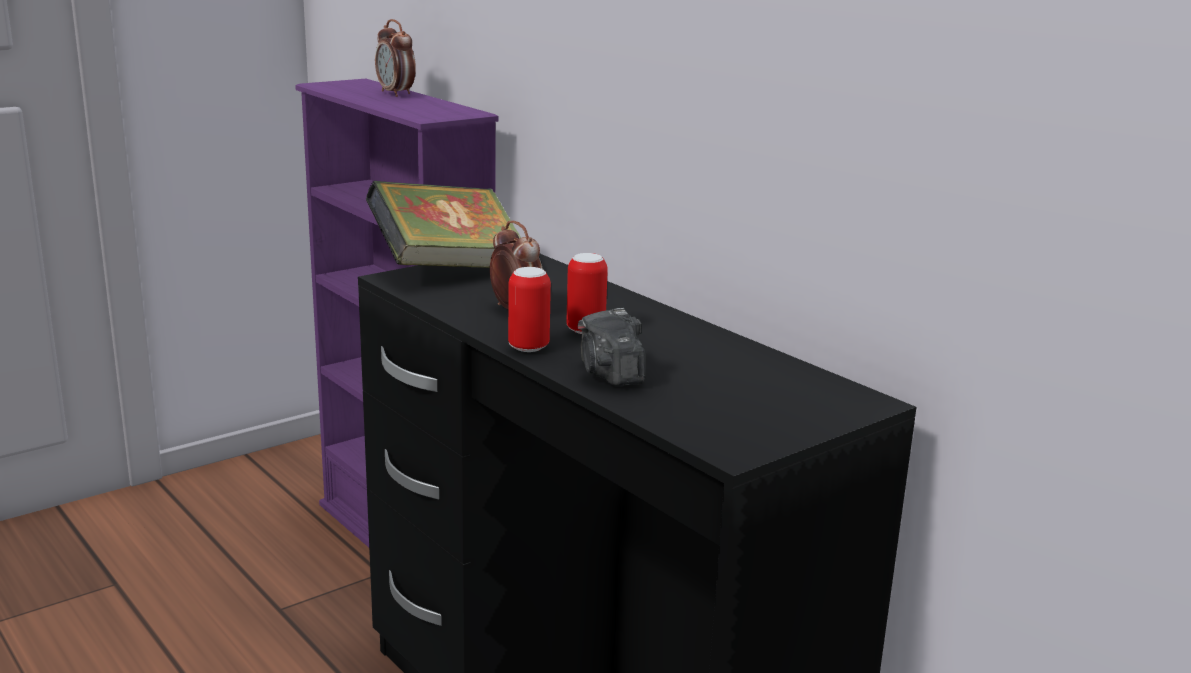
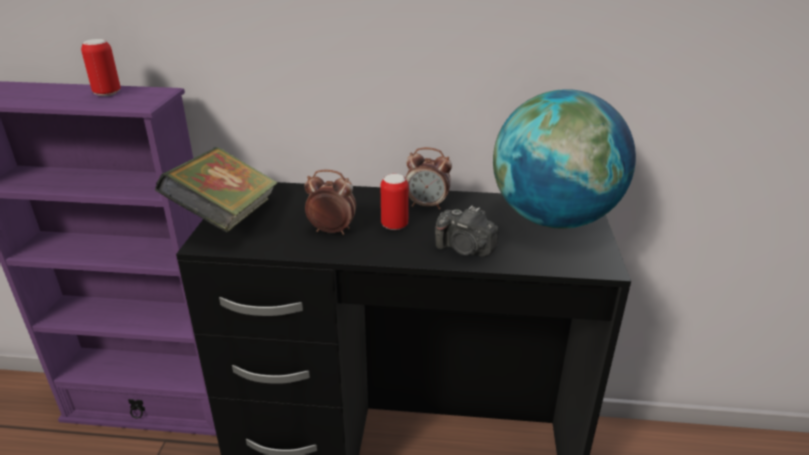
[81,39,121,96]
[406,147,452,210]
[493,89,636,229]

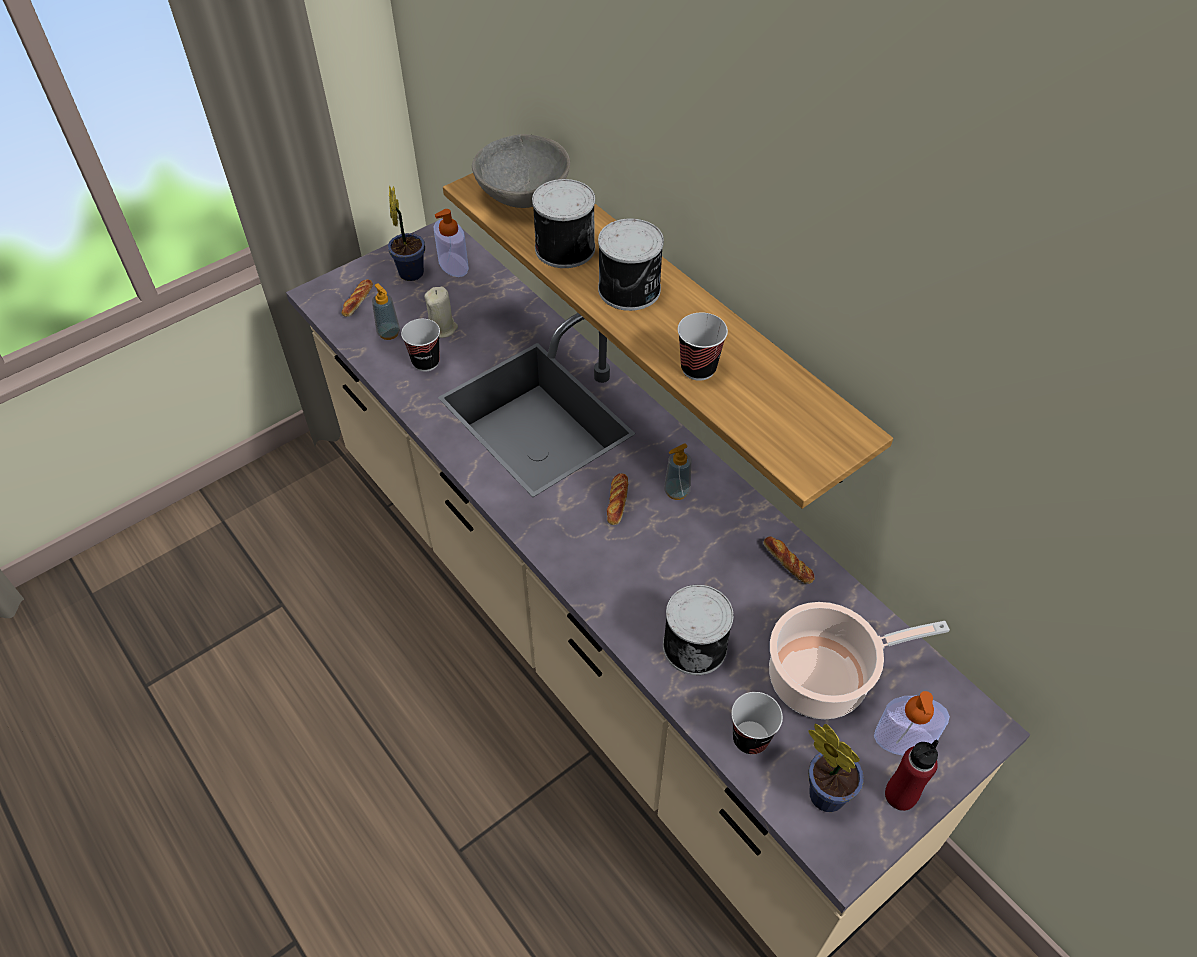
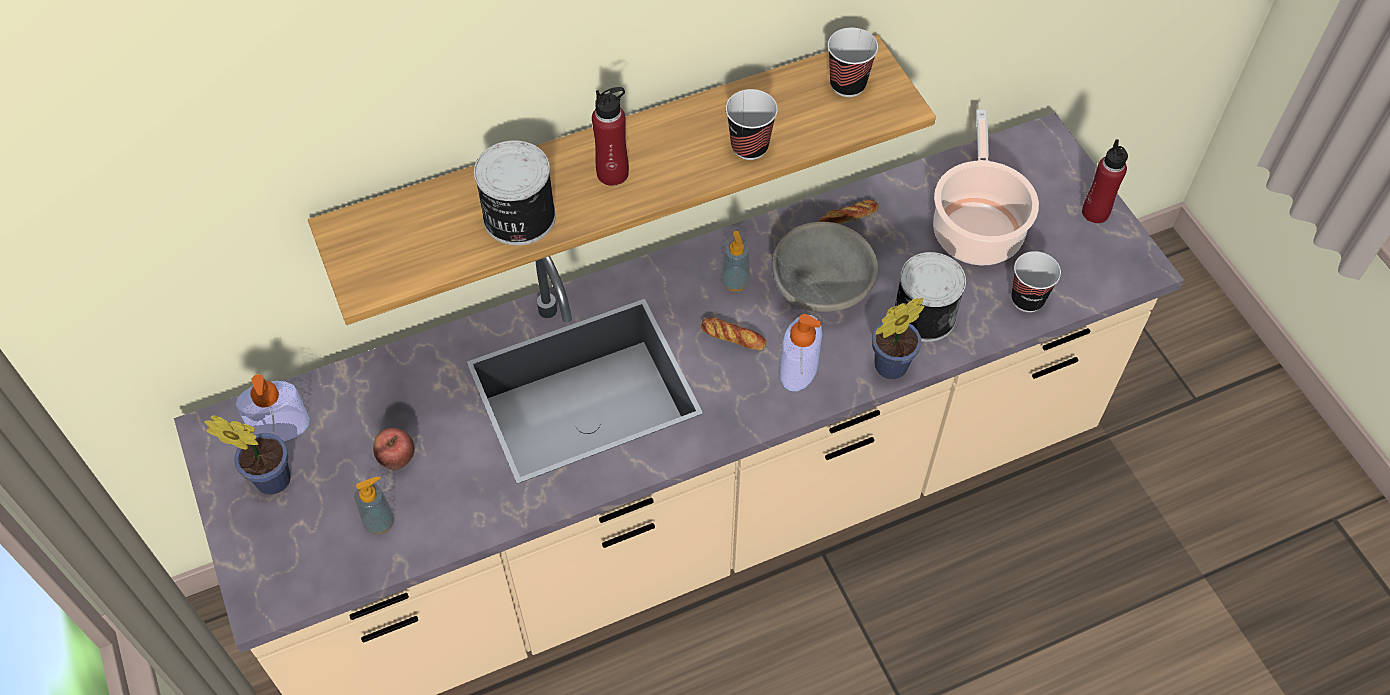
[373,428,415,470]
[592,87,629,186]
[772,222,878,312]
[780,314,822,391]
[828,28,878,97]
[872,298,925,379]
[342,279,373,317] (first image)

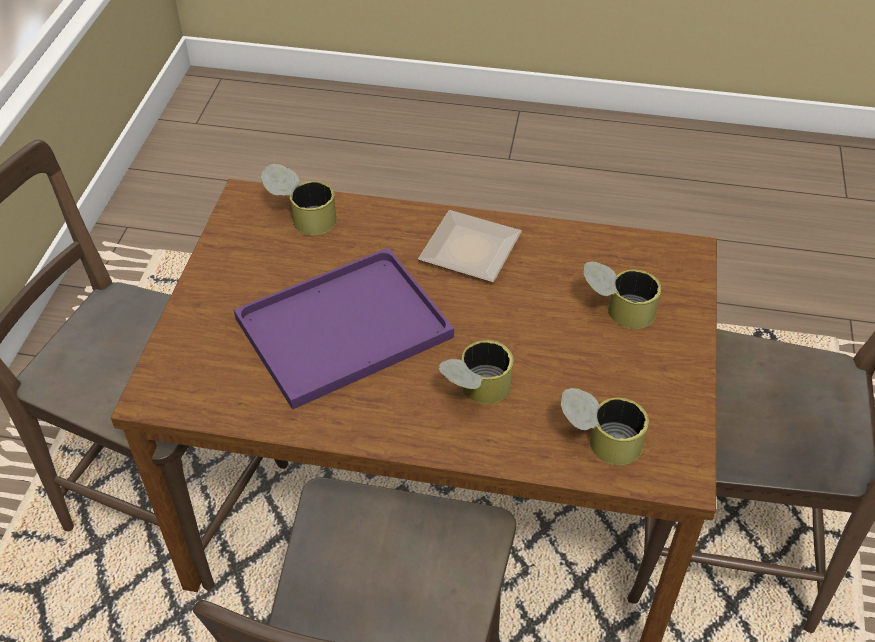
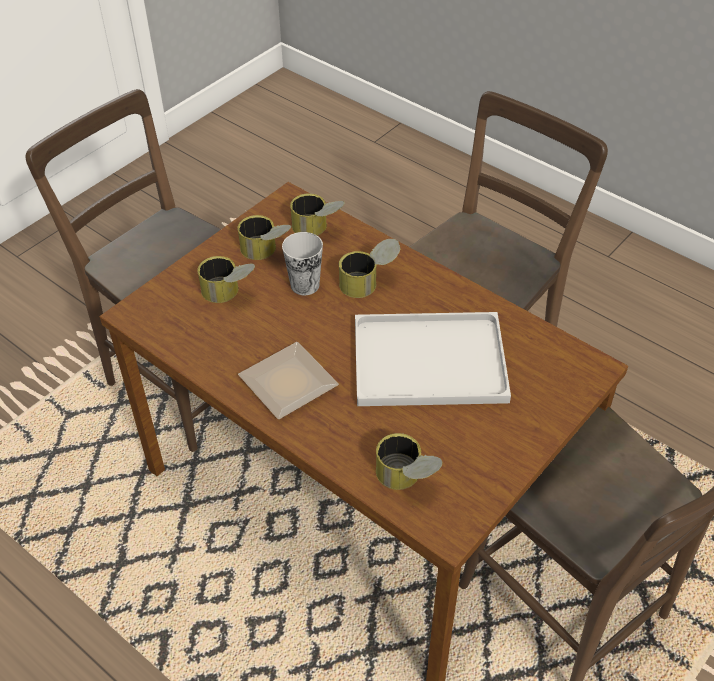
[237,215,291,260]
[282,232,323,295]
[355,312,511,406]

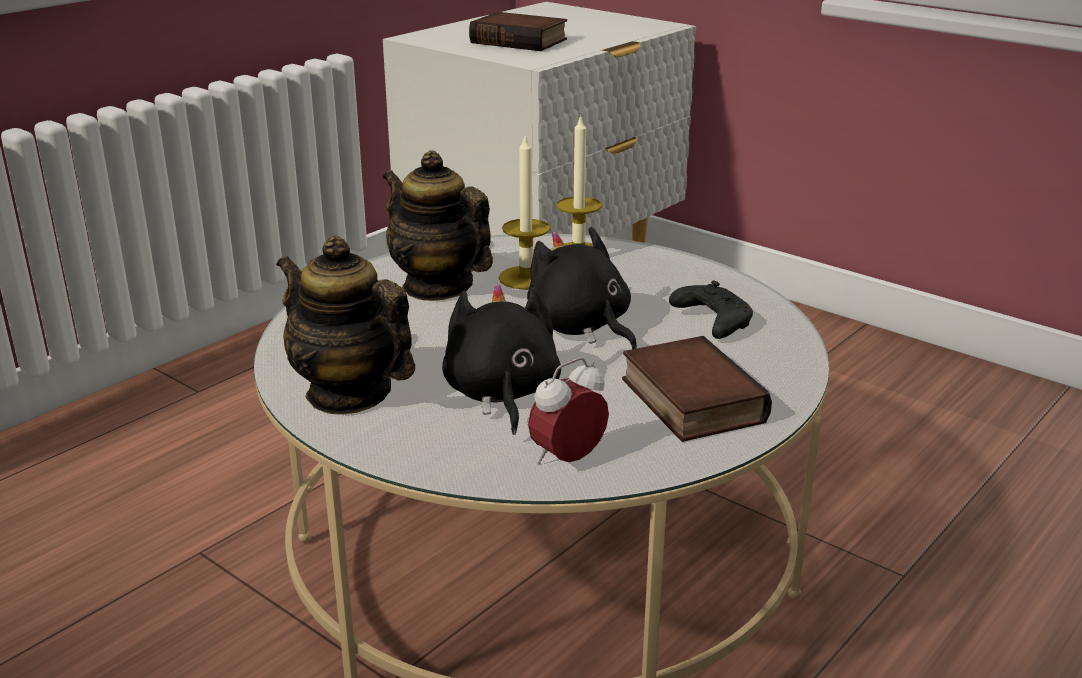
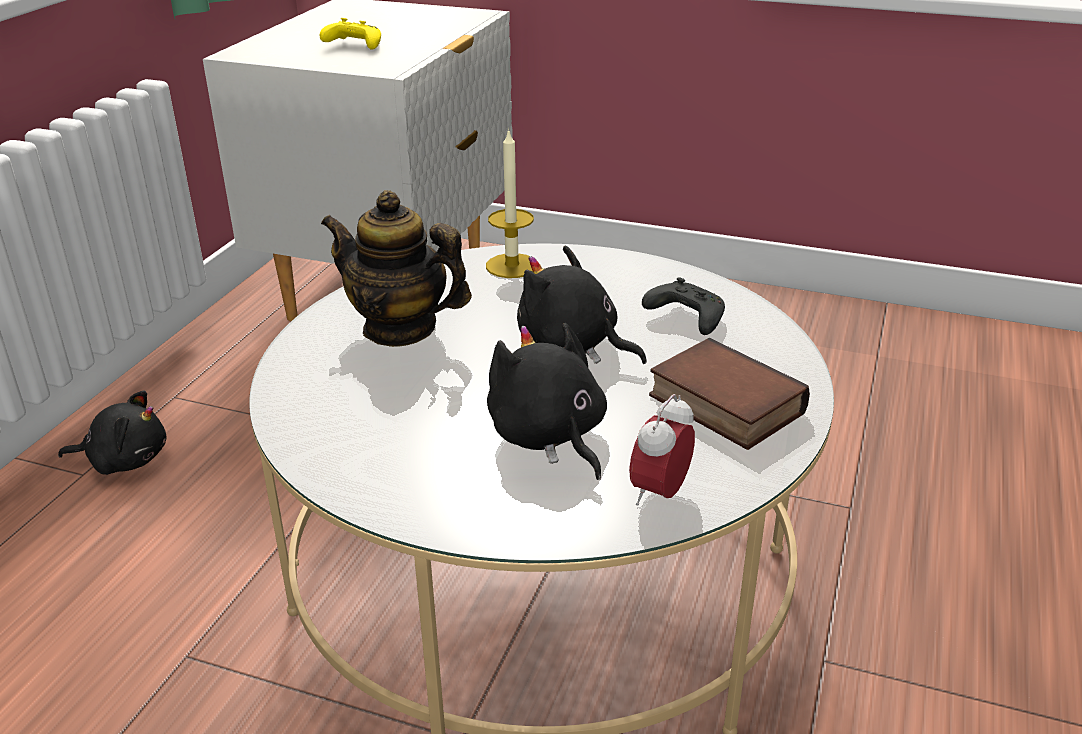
[58,390,166,475]
[320,18,381,49]
[276,235,415,414] (first image)
[499,133,550,290] (first image)

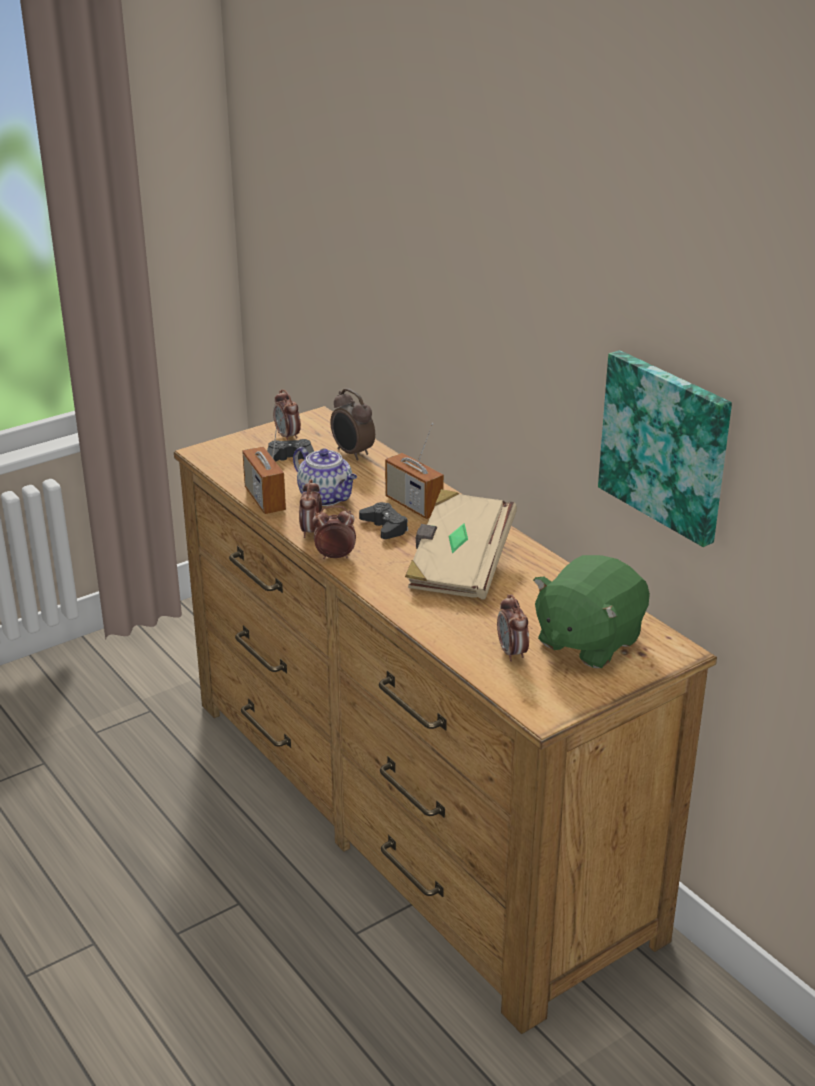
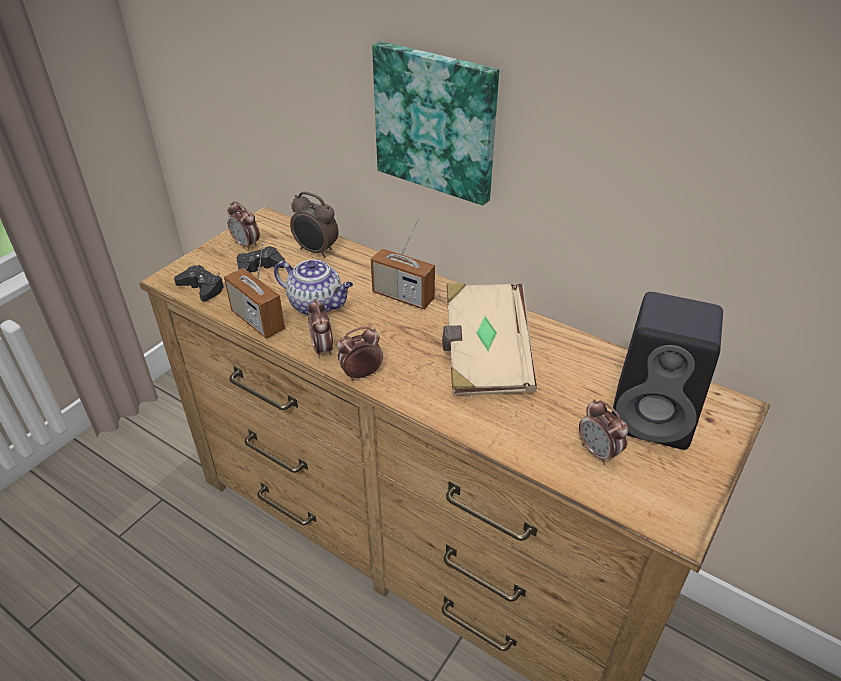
[174,265,225,301]
[372,41,499,206]
[612,292,723,450]

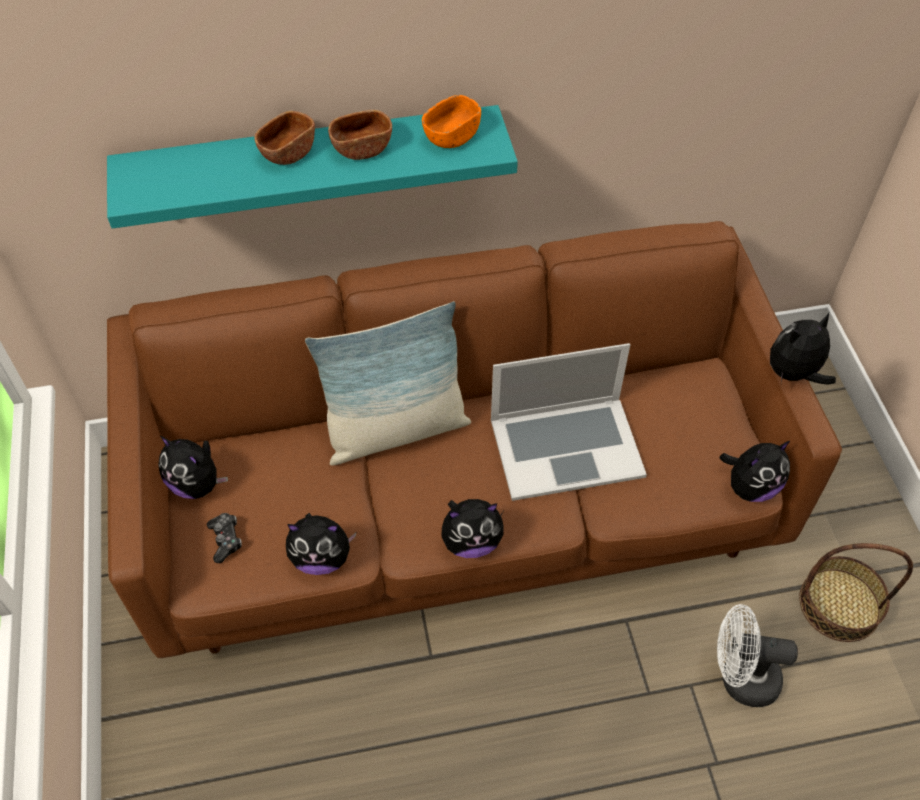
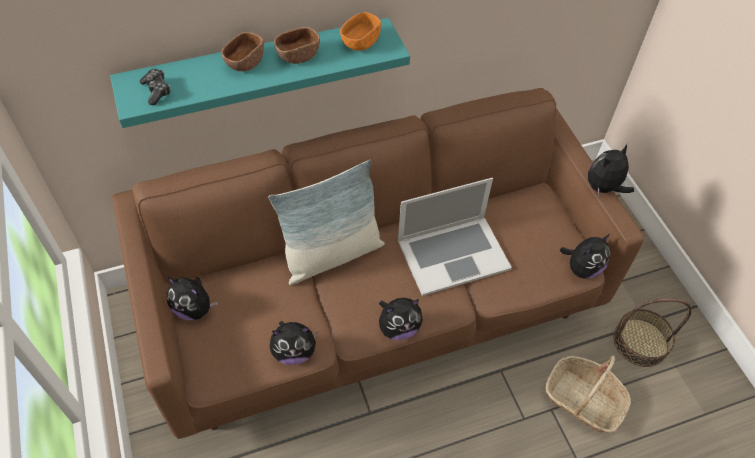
[140,69,170,105]
[546,355,631,433]

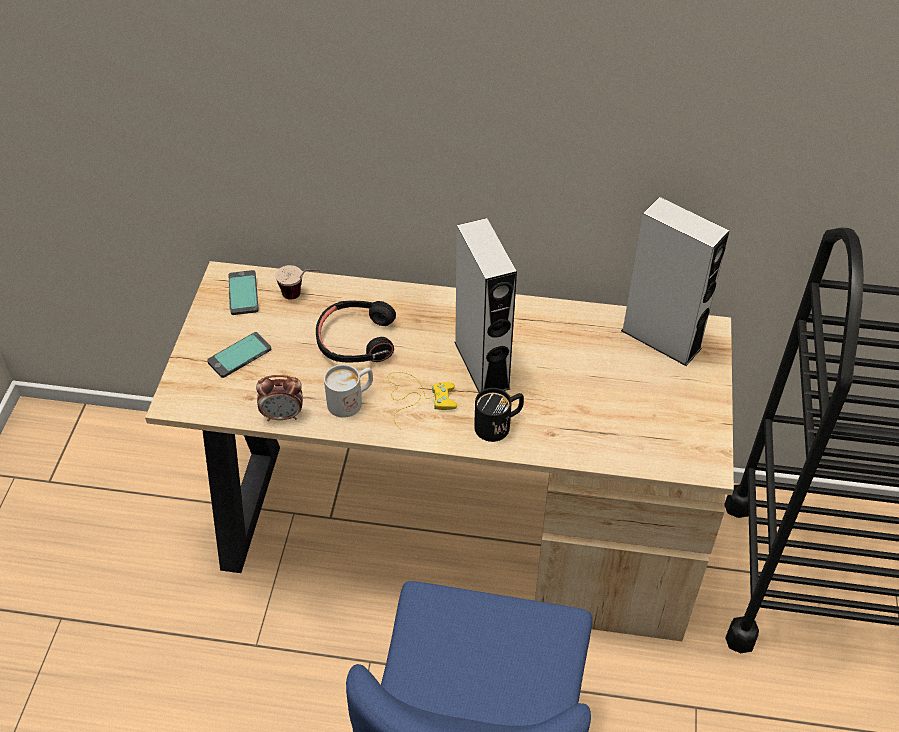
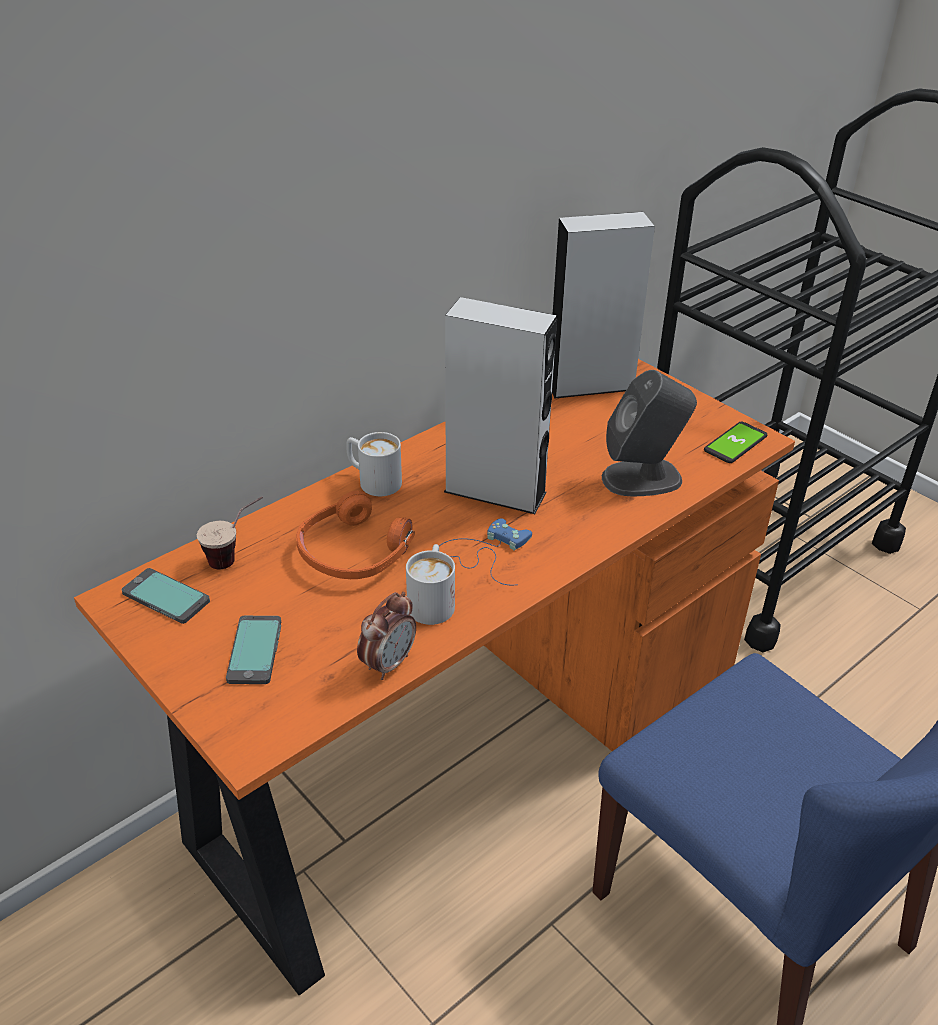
[74,359,795,995]
[296,490,415,579]
[346,432,402,496]
[439,518,532,585]
[602,370,697,497]
[704,422,767,463]
[474,388,524,442] (first image)

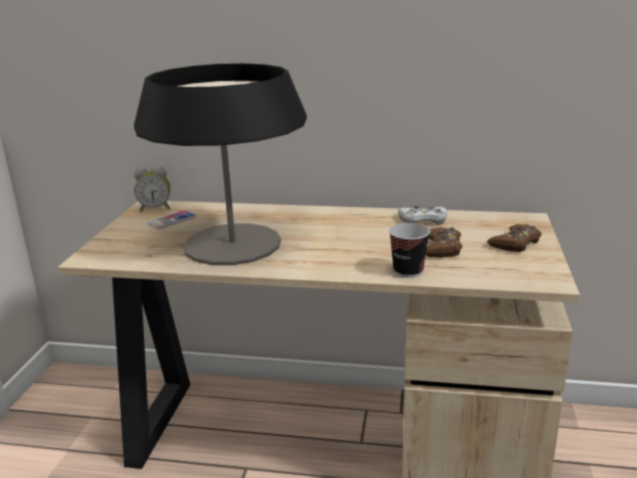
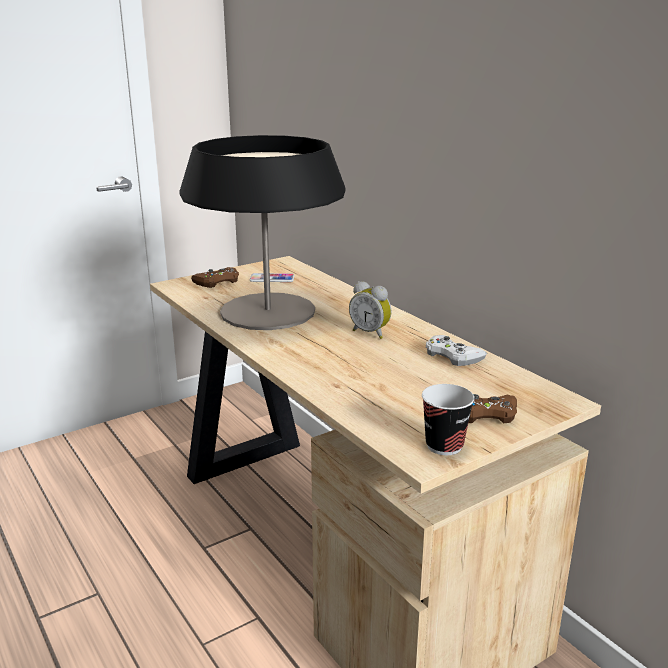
[191,267,239,288]
[349,281,391,339]
[422,384,475,455]

